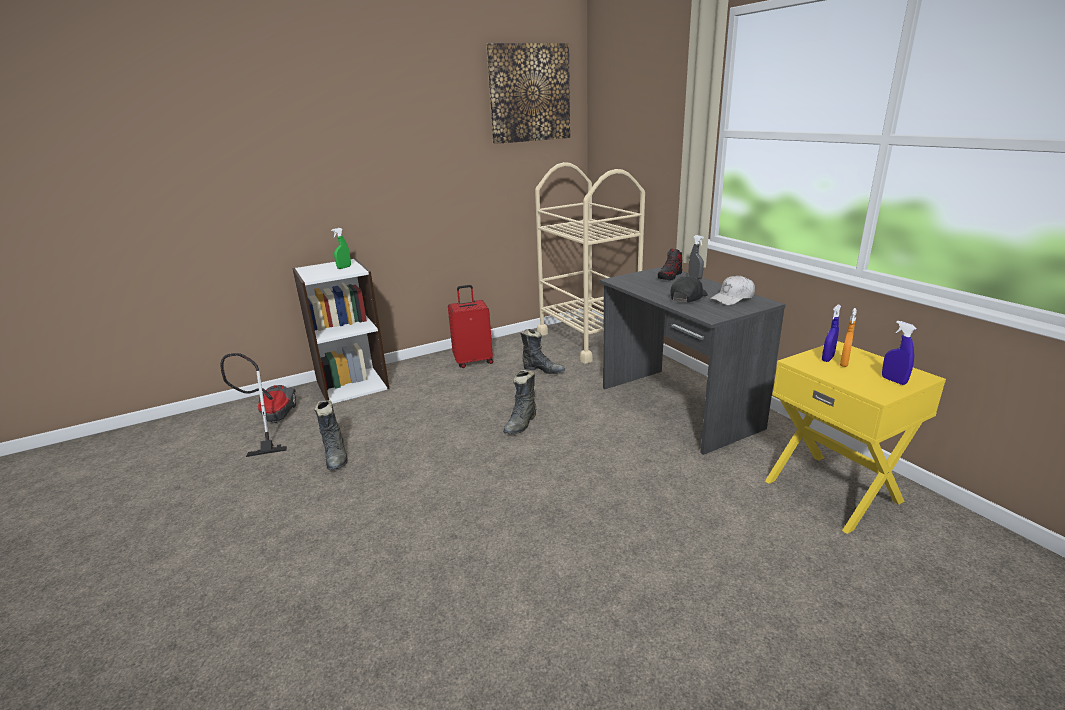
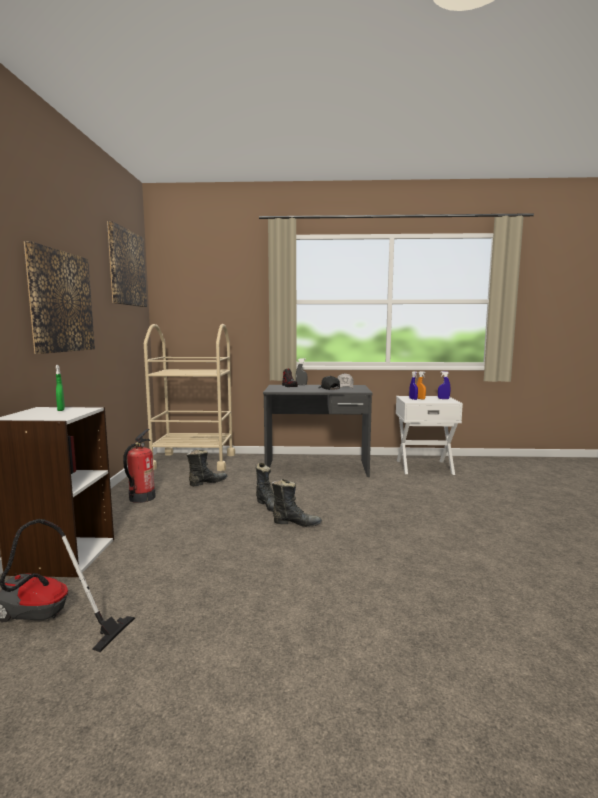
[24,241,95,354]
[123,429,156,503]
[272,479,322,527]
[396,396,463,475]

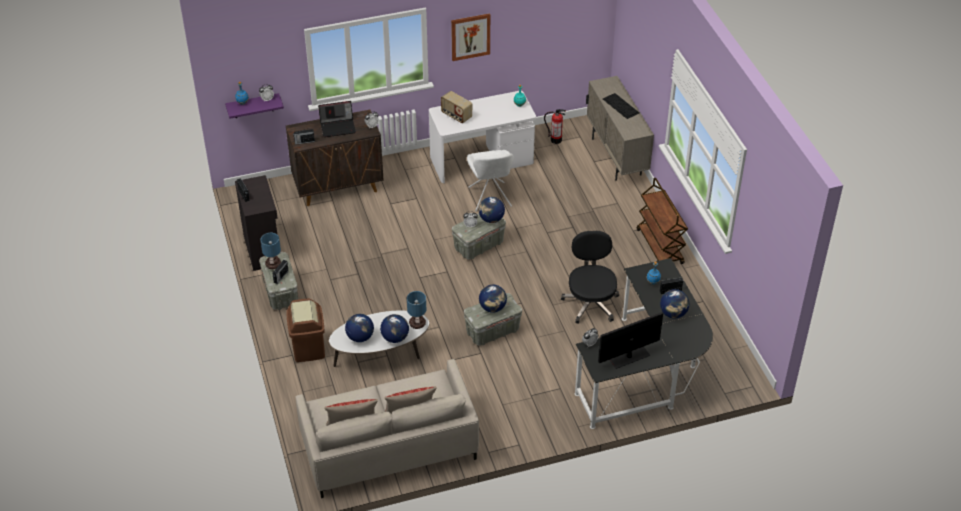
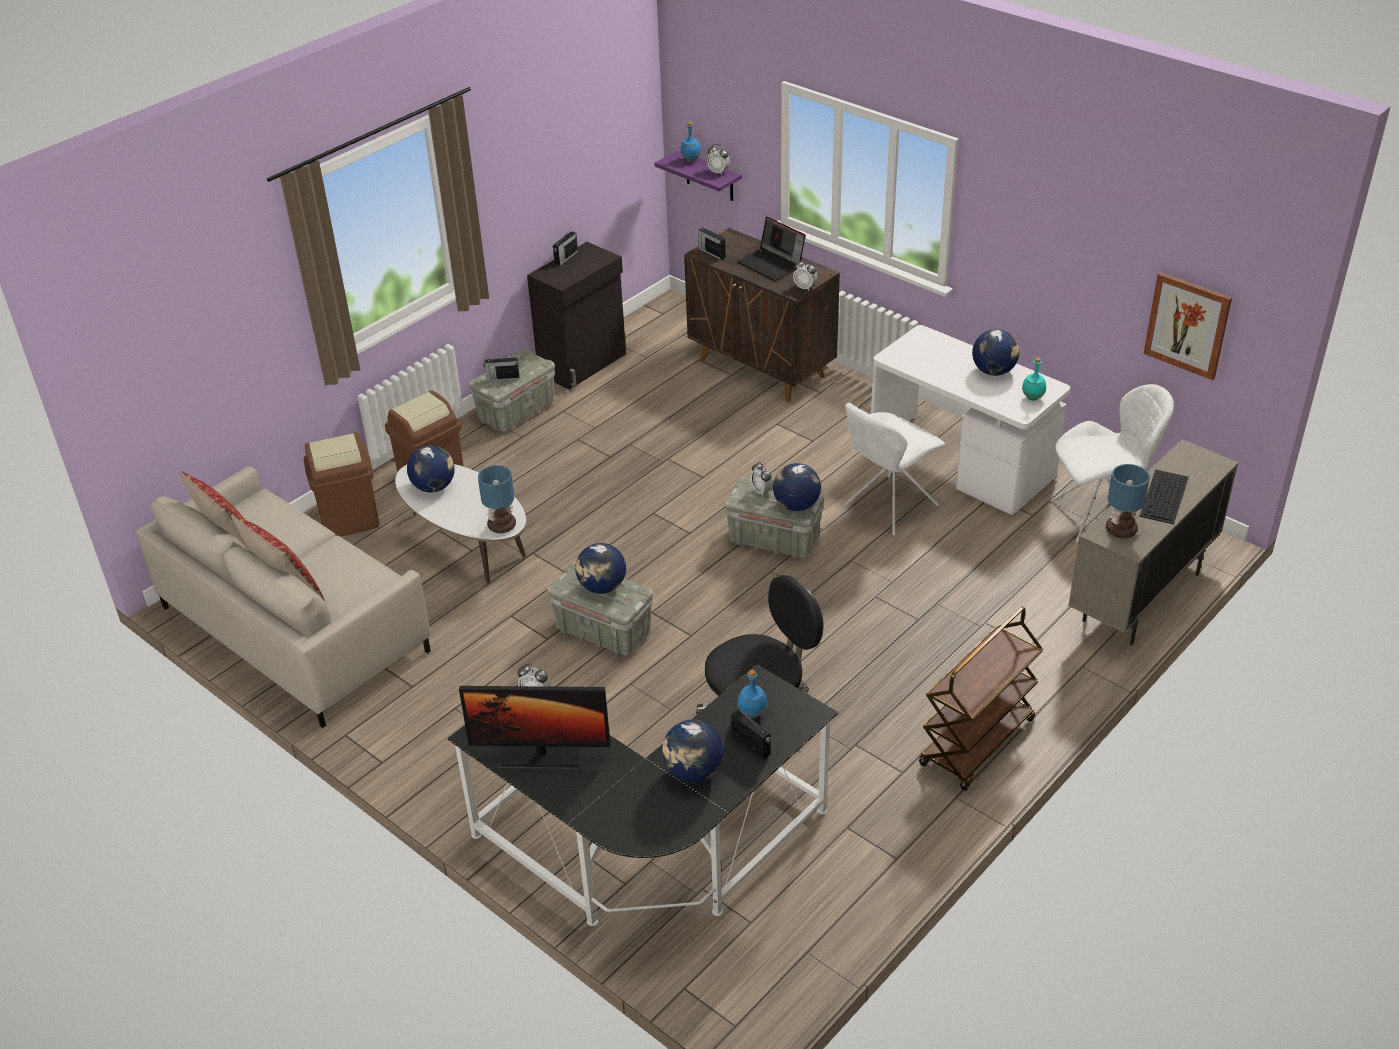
[304,433,379,537]
[459,686,610,769]
[972,329,1019,376]
[1051,384,1174,543]
[1106,464,1150,539]
[1144,272,1232,380]
[441,91,472,123] (first image)

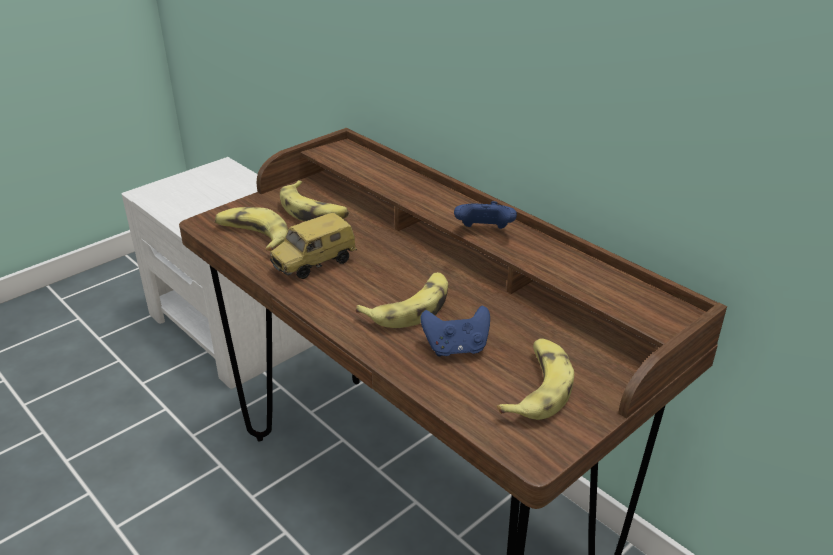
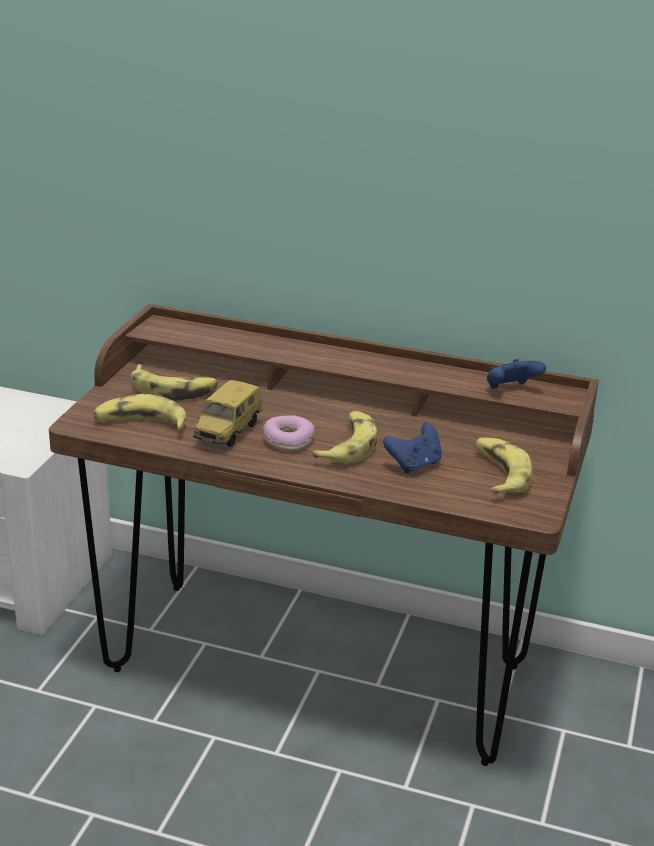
[262,415,315,452]
[487,359,546,389]

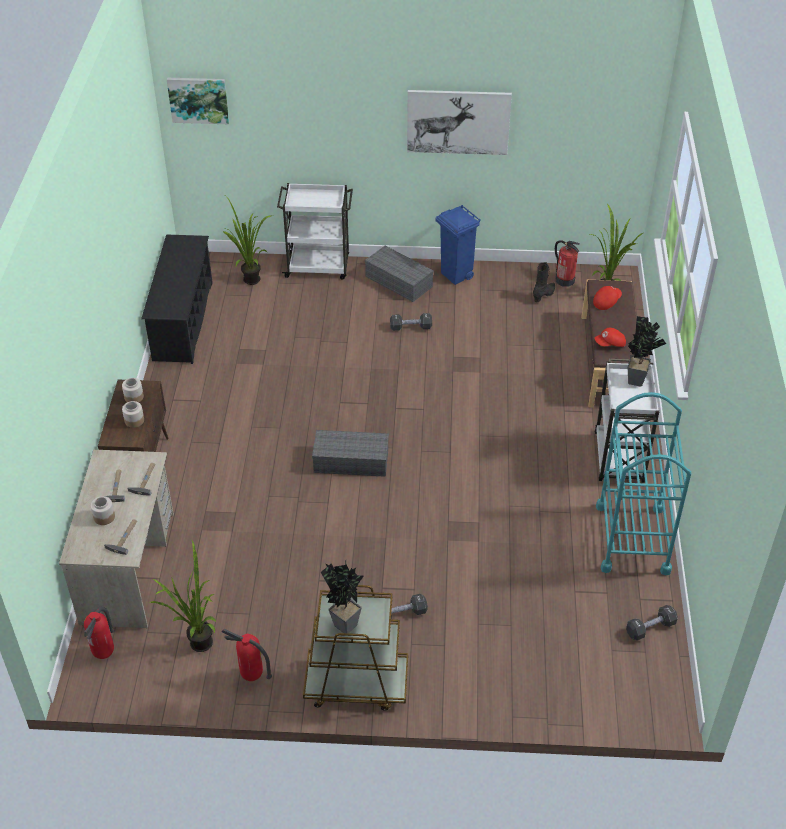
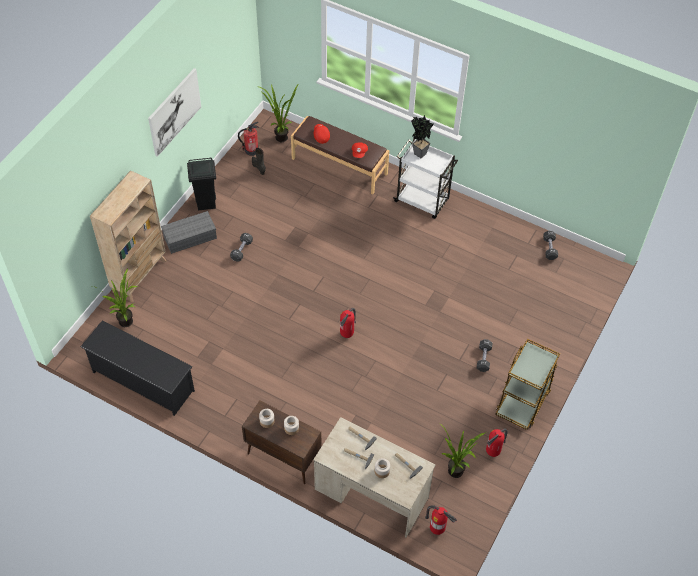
[90,170,166,302]
[187,157,216,210]
[340,308,356,338]
[167,78,229,124] (first image)
[320,560,364,633] (first image)
[596,392,691,575] (first image)

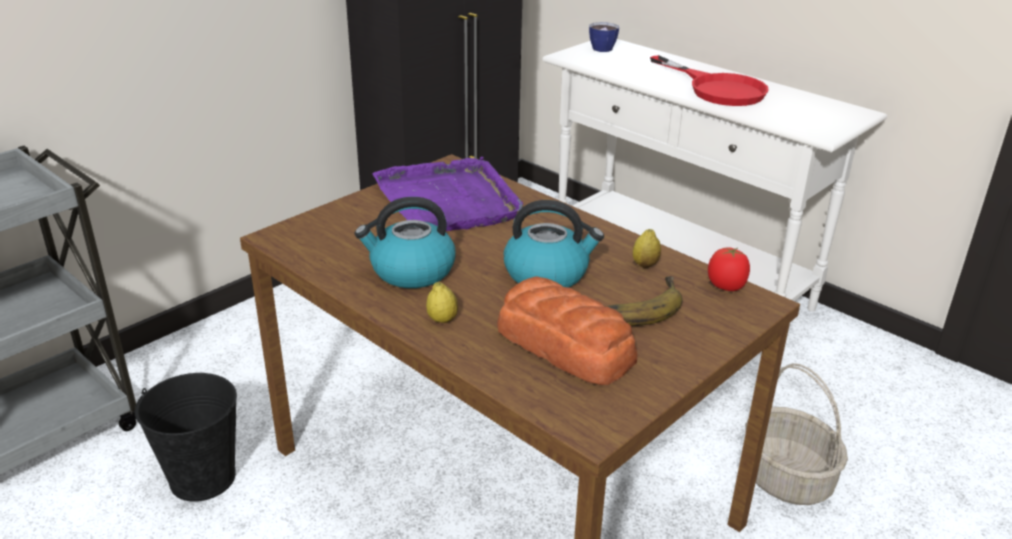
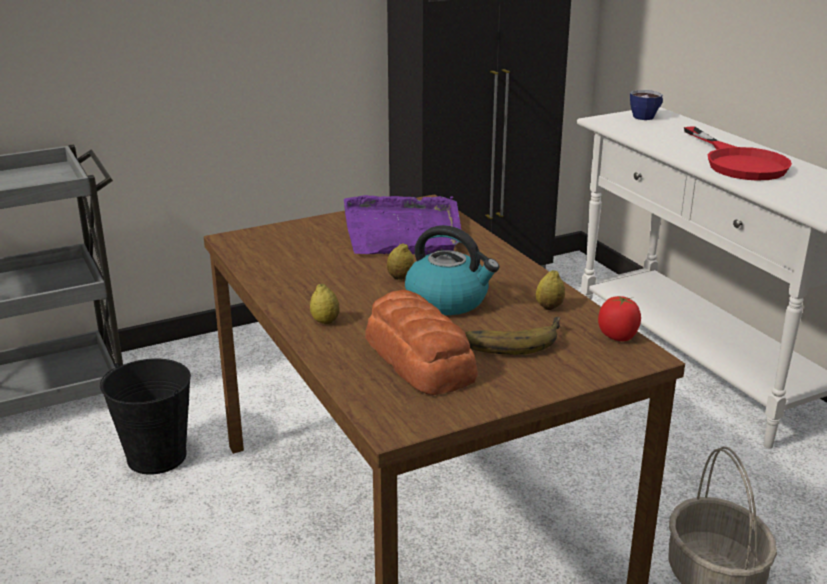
[387,243,414,280]
[355,197,455,288] (first image)

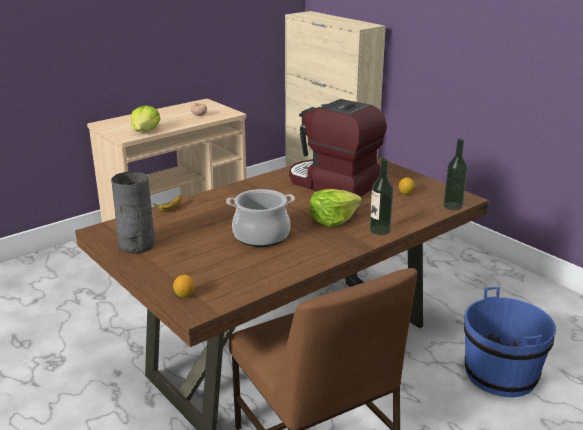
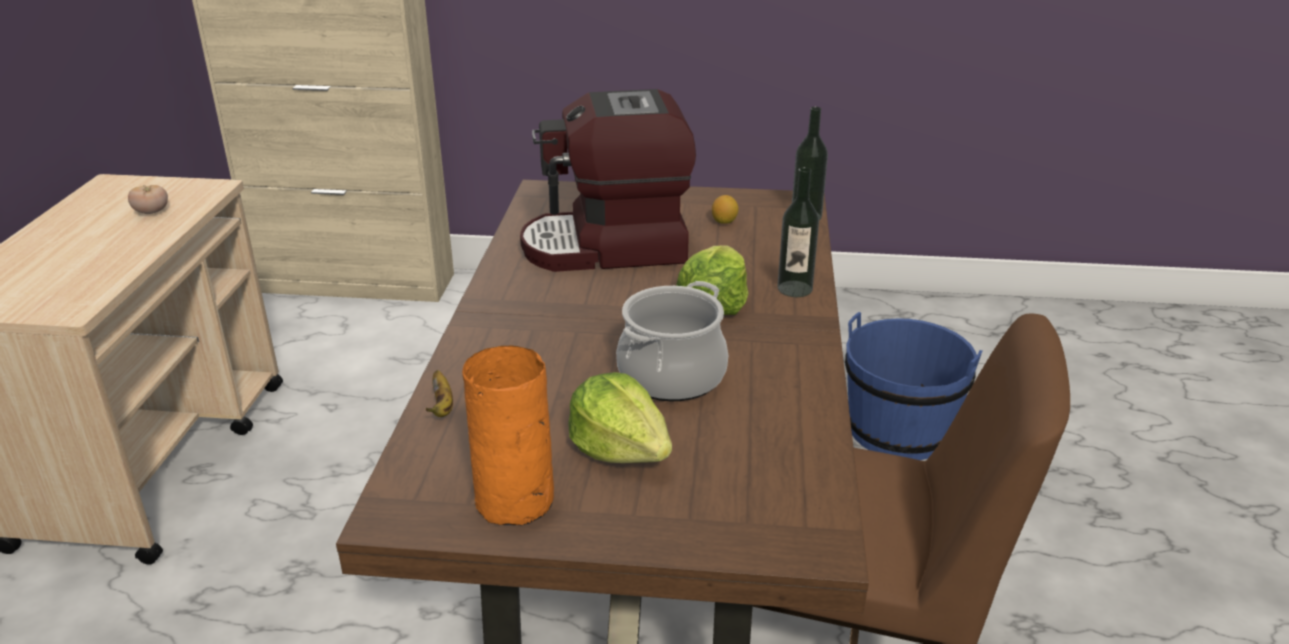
[462,346,554,526]
[568,372,672,463]
[173,275,195,298] (first image)

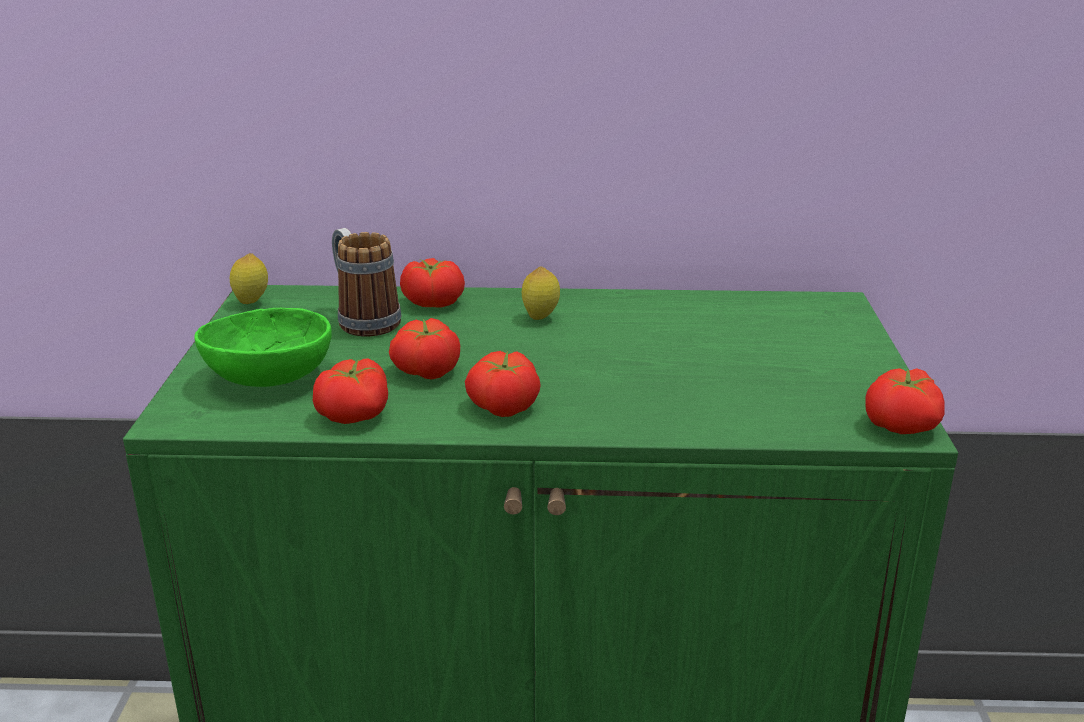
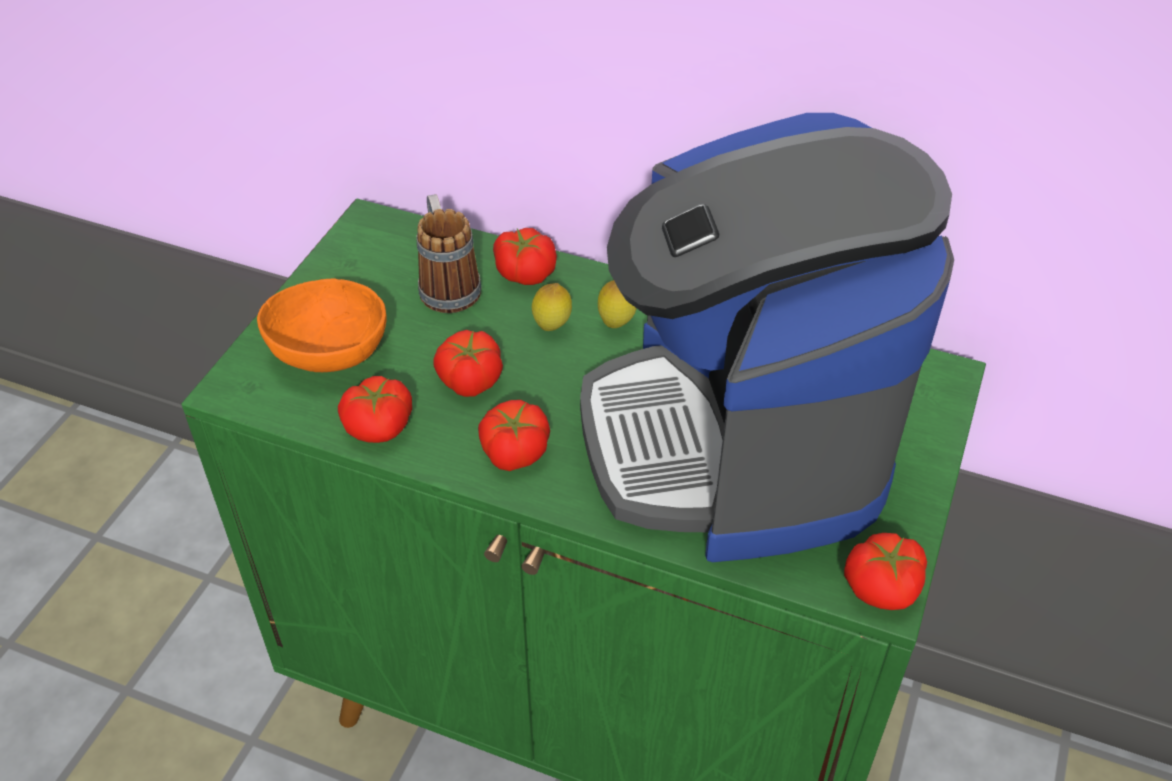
[257,278,387,372]
[532,283,572,331]
[580,113,954,562]

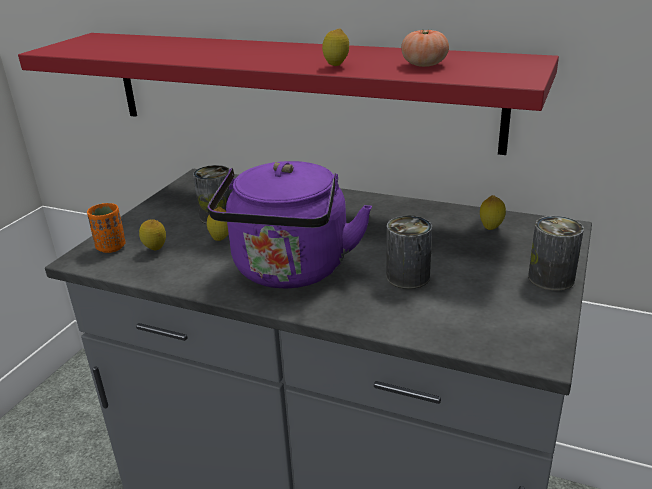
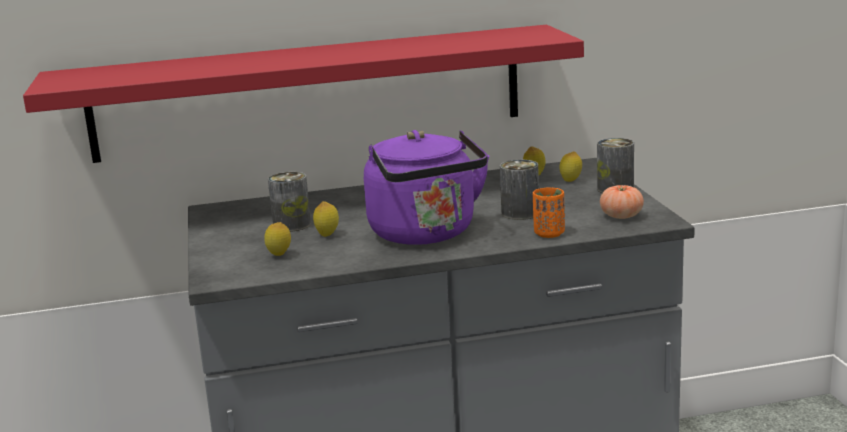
[533,188,565,238]
[559,151,582,182]
[600,185,644,219]

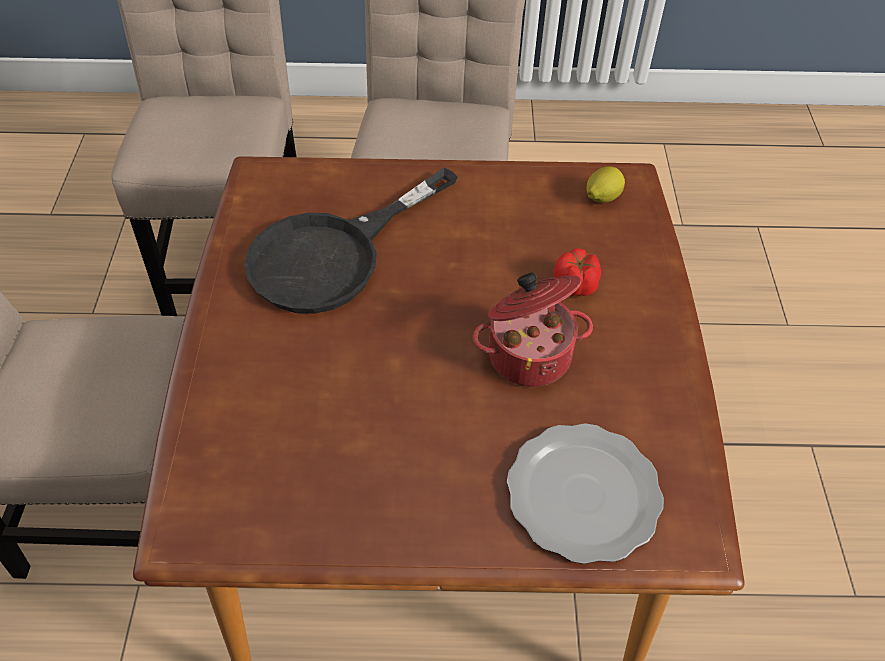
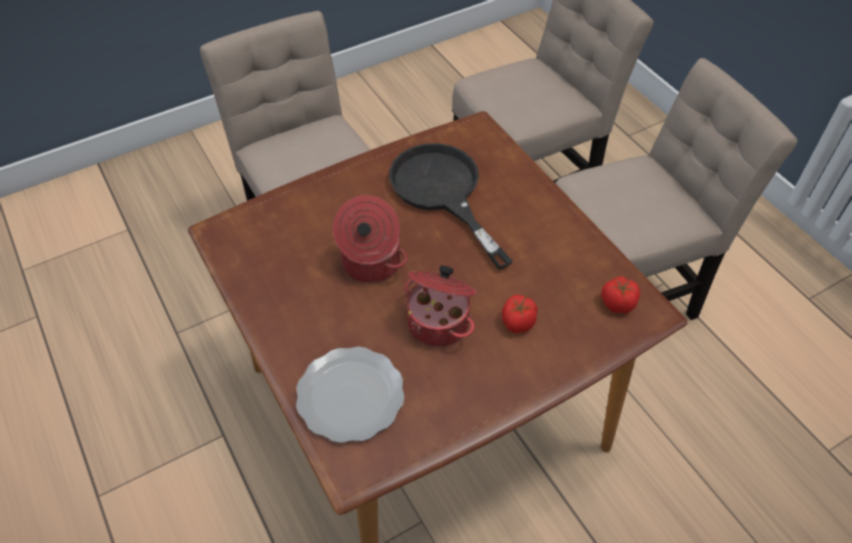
[333,195,408,283]
[389,143,513,270]
[601,276,640,314]

